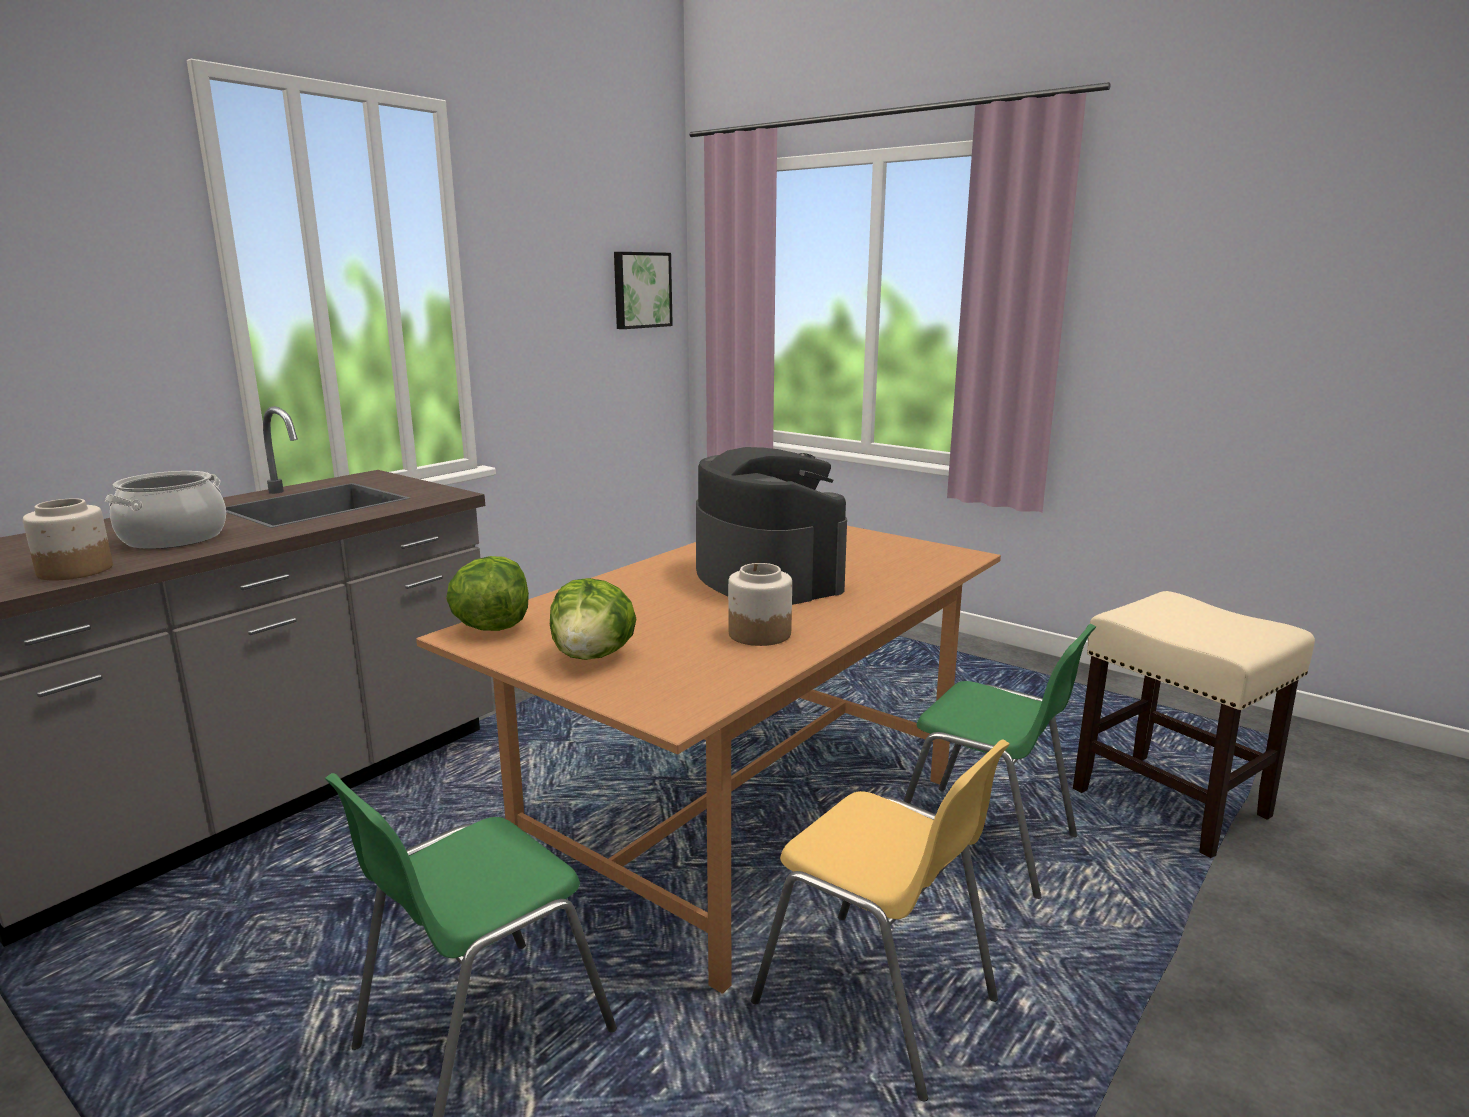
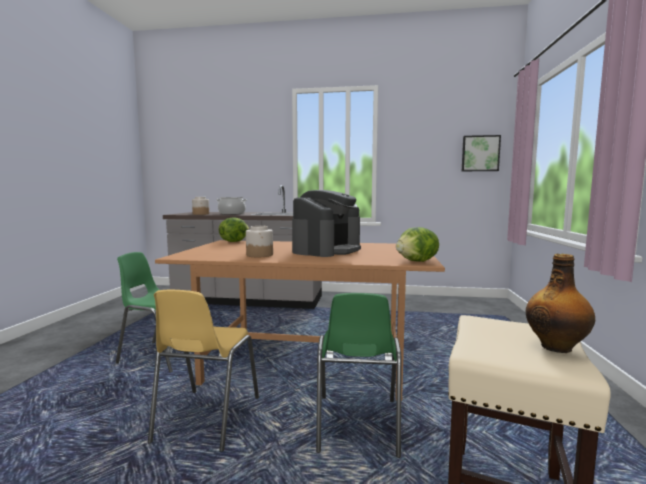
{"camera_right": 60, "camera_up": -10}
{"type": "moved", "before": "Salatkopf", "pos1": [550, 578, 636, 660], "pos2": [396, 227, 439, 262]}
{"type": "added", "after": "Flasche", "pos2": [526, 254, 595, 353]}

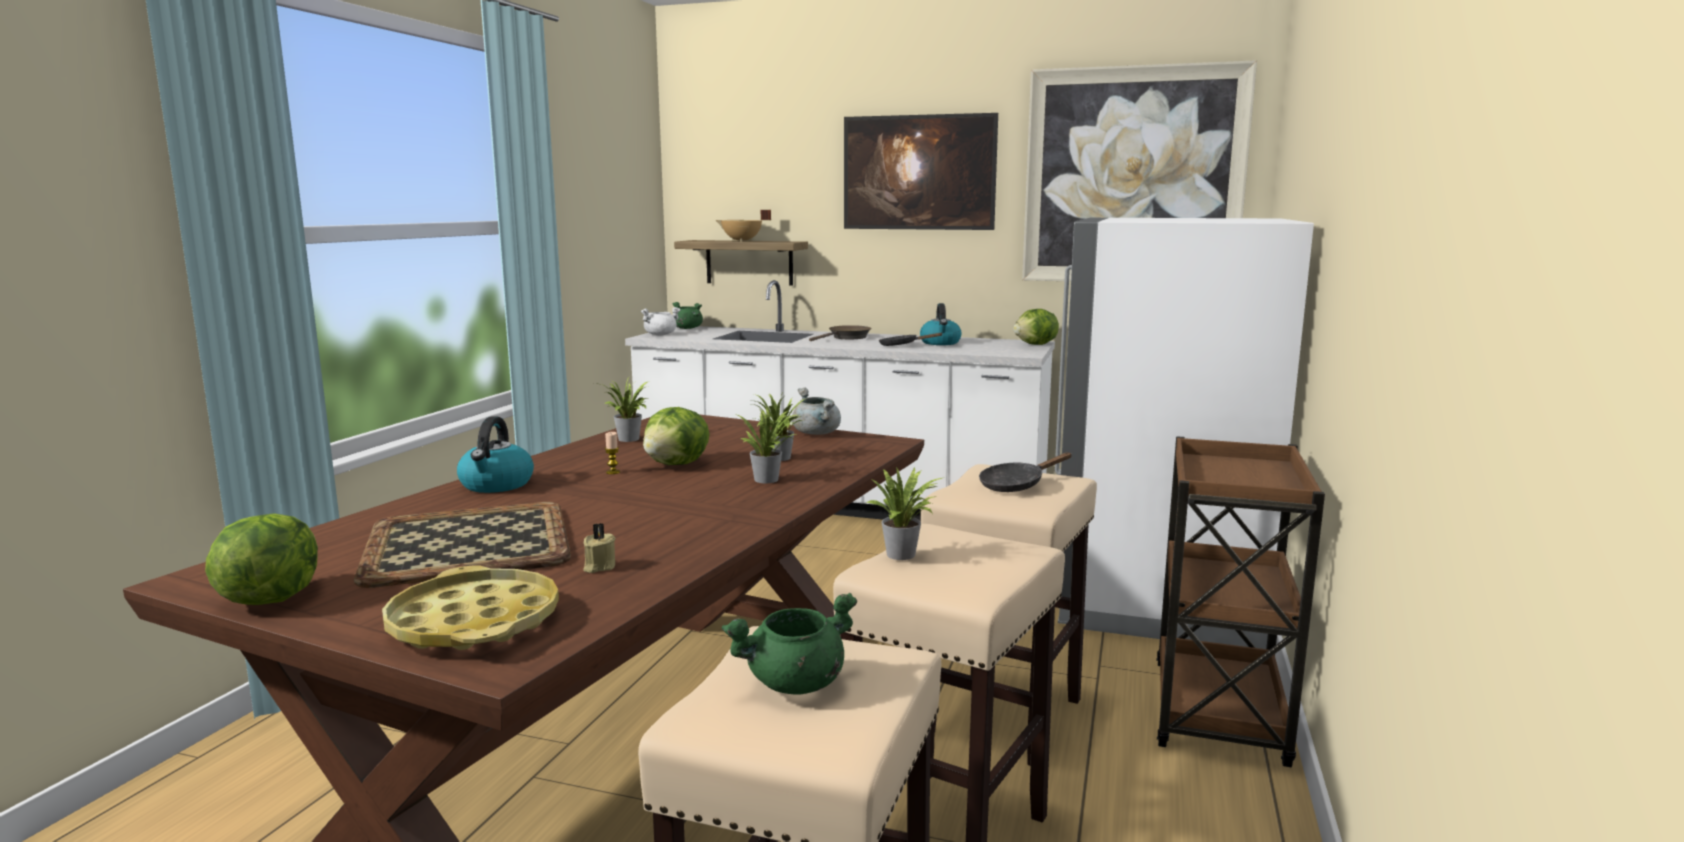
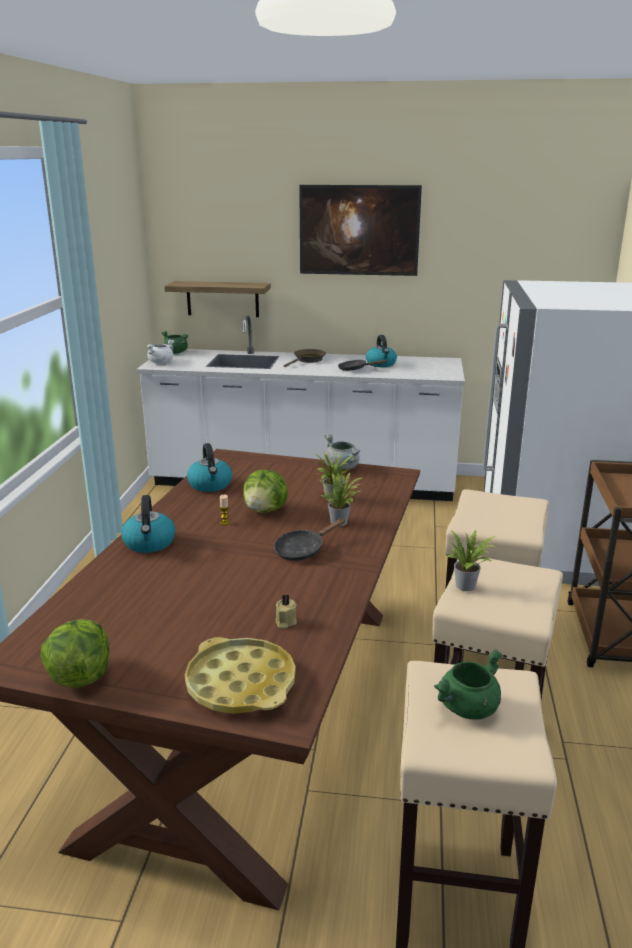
{"camera_right": -10, "camera_up": 10}
{"type": "replaced", "before": "Topfpflanze", "after": "Wasserkessel", "pos1": [594, 377, 649, 442], "pos2": [187, 443, 232, 492]}
{"type": "moved", "before": "Pfanne/schwarz", "pos1": [979, 452, 1072, 492], "pos2": [274, 518, 345, 561]}
{"type": "removed", "before": "Tablett", "pos1": [354, 502, 571, 588]}
{"type": "removed", "before": "Kochtopf/beige", "pos1": [716, 210, 771, 242]}
{"type": "removed", "before": "Salatkopf", "pos1": [1013, 309, 1059, 345]}
{"type": "removed", "before": "Bild", "pos1": [1022, 60, 1257, 281]}

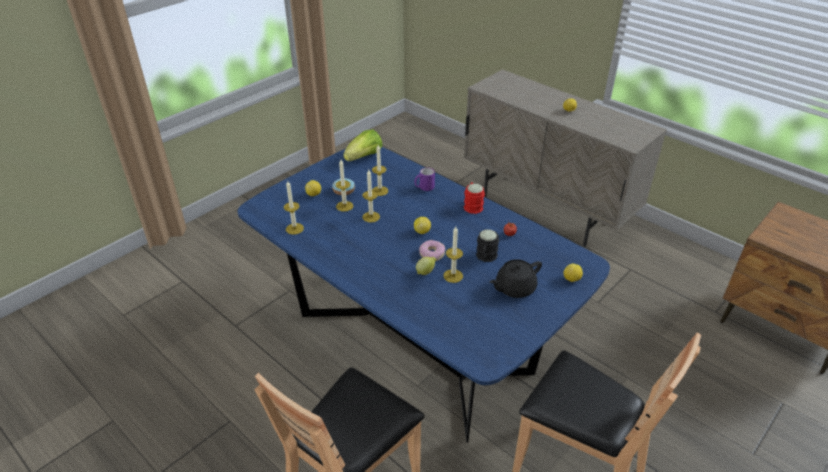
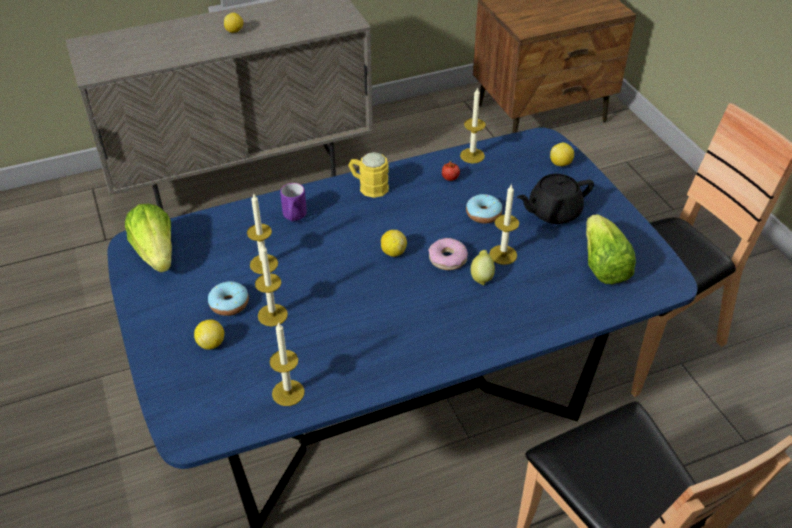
{"camera_right": -65, "camera_up": 5}
{"type": "recoloured", "before": "Henkelbecher/rot", "after": "Henkelbecher/gelb", "pos1": [464, 183, 485, 214], "pos2": [348, 152, 389, 198]}
{"type": "moved", "before": "Kerze", "pos1": [362, 170, 380, 223], "pos2": [460, 87, 486, 163]}
{"type": "replaced", "before": "Henkelbecher/schwarz", "after": "Donut", "pos1": [476, 230, 499, 262], "pos2": [466, 194, 502, 224]}
{"type": "turned", "before": "Teekanne/schwarz", "pos1": [490, 259, 542, 298], "pos2": [517, 174, 594, 224], "turn": 75}
{"type": "added", "after": "Salatkopf", "pos2": [586, 214, 636, 284]}

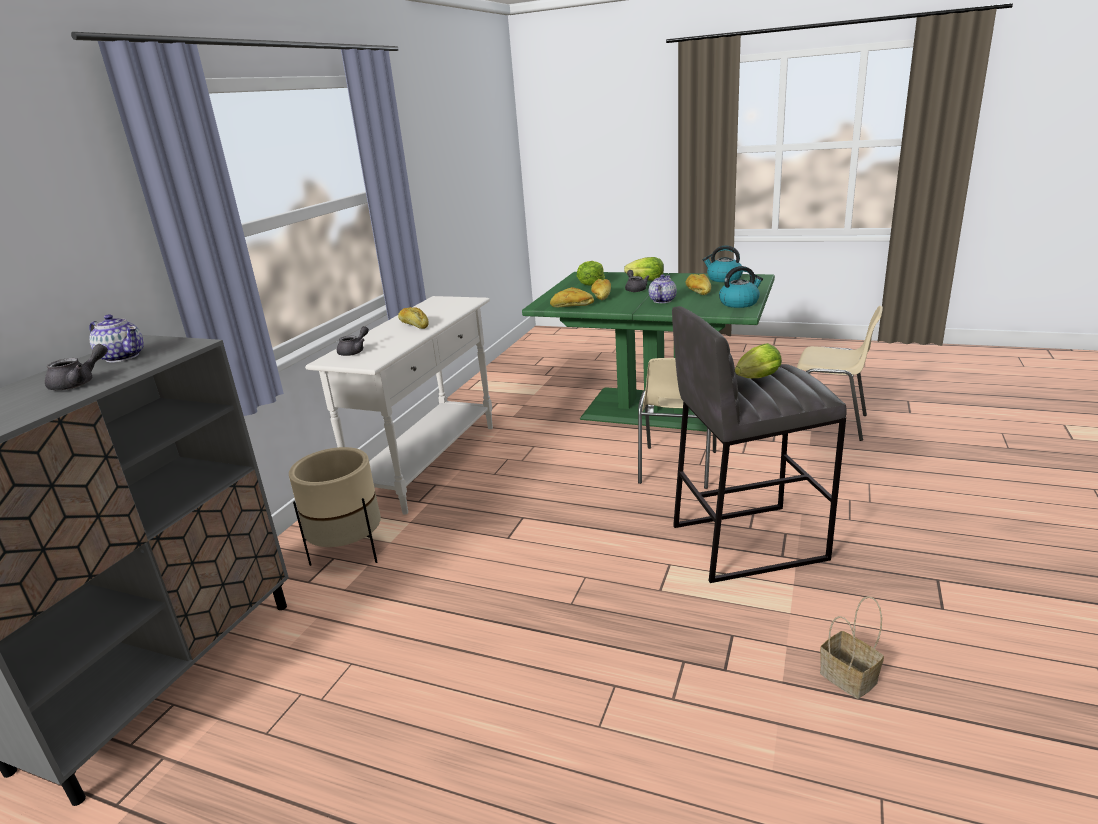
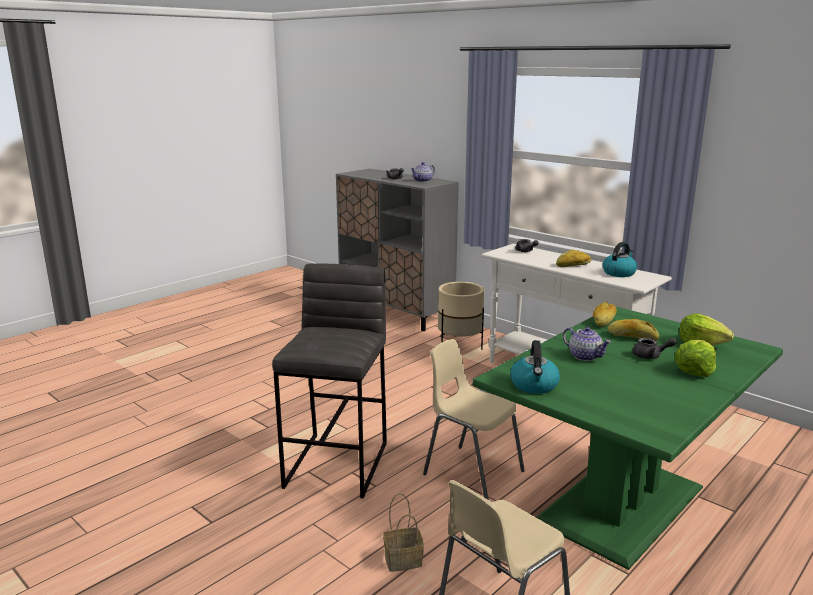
{"camera_right": 110, "camera_up": -5}
{"type": "moved", "before": "Korb", "pos1": [820, 596, 884, 699], "pos2": [383, 494, 424, 572]}
{"type": "moved", "before": "Wasserkessel", "pos1": [703, 246, 743, 282], "pos2": [602, 242, 637, 277]}
{"type": "removed", "before": "Brot", "pos1": [686, 274, 711, 295]}
{"type": "removed", "before": "Salatkopf", "pos1": [735, 343, 782, 378]}

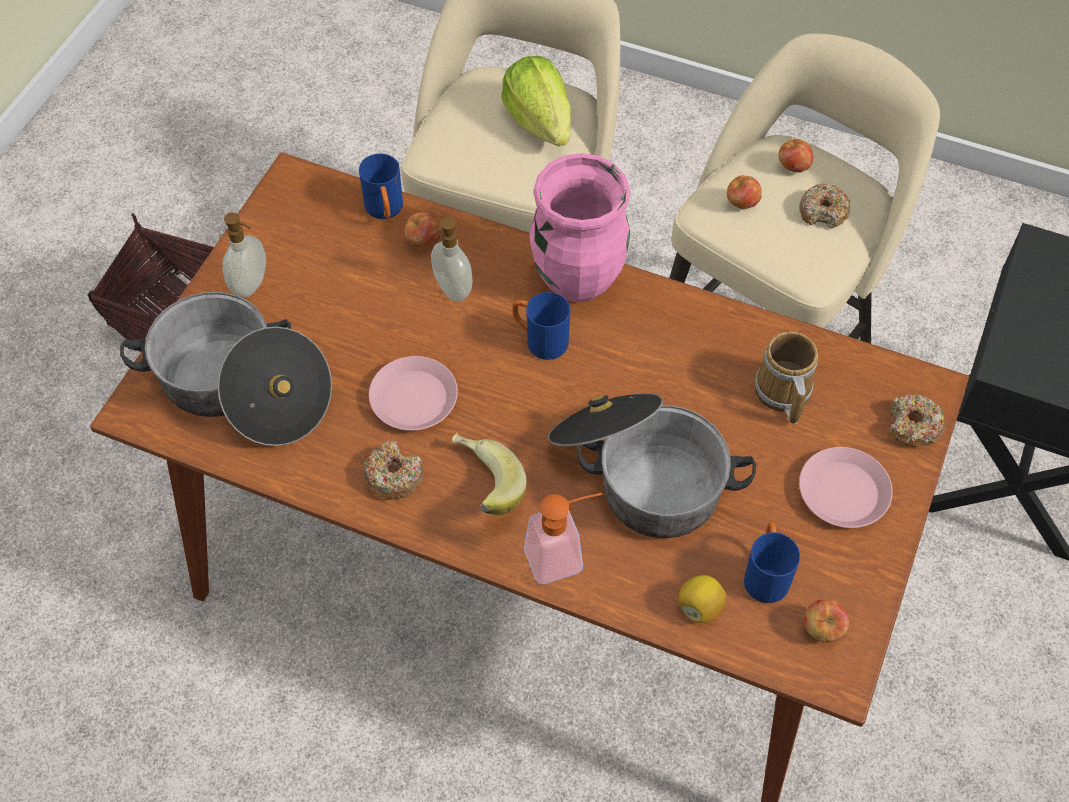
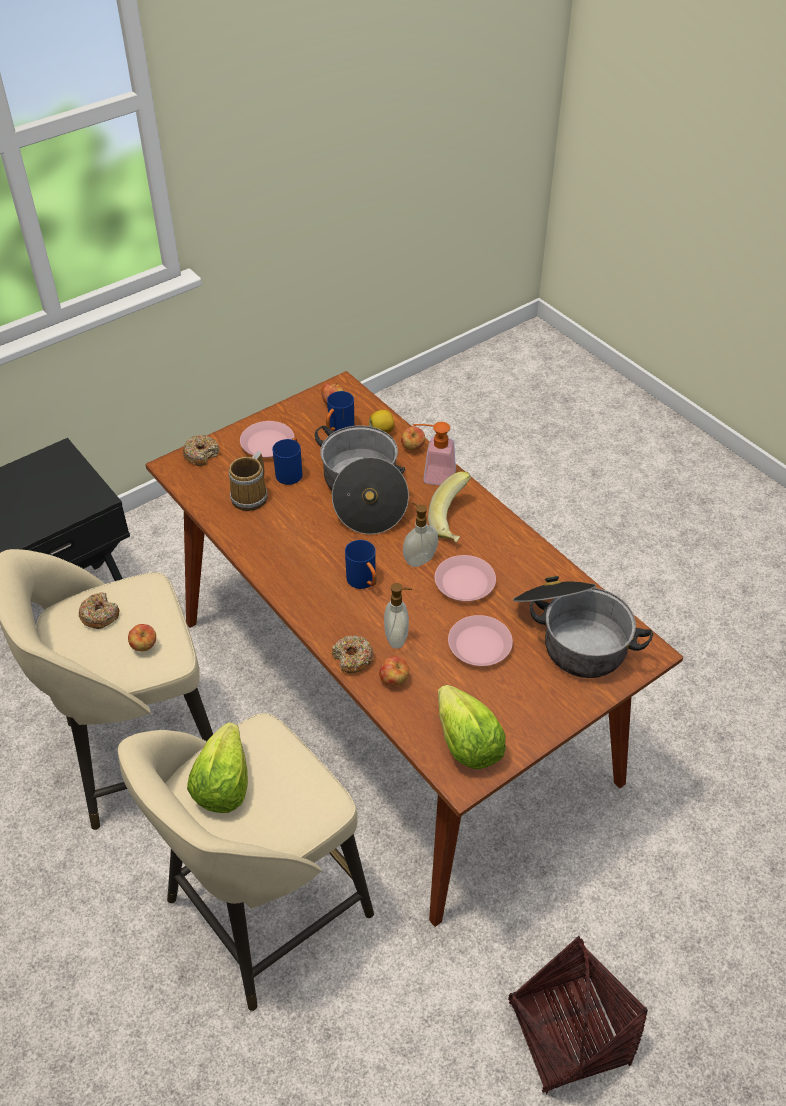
{"camera_right": -150, "camera_up": -10}
{"type": "moved", "before": "Henkelbecher/blau", "pos1": [359, 154, 403, 219], "pos2": [272, 438, 302, 485]}
{"type": "moved", "before": "Donut", "pos1": [363, 441, 423, 499], "pos2": [332, 635, 374, 673]}
{"type": "moved", "before": "Apfel", "pos1": [778, 138, 813, 172], "pos2": [401, 426, 425, 451]}
{"type": "moved", "before": "Seifenspender", "pos1": [222, 212, 266, 297], "pos2": [403, 502, 438, 567]}
{"type": "added", "after": "Salatkopf", "pos2": [438, 685, 506, 769]}
{"type": "added", "after": "Teller/rosa", "pos2": [448, 615, 513, 666]}
{"type": "removed", "before": "Vase/rosa", "pos1": [529, 153, 630, 302]}

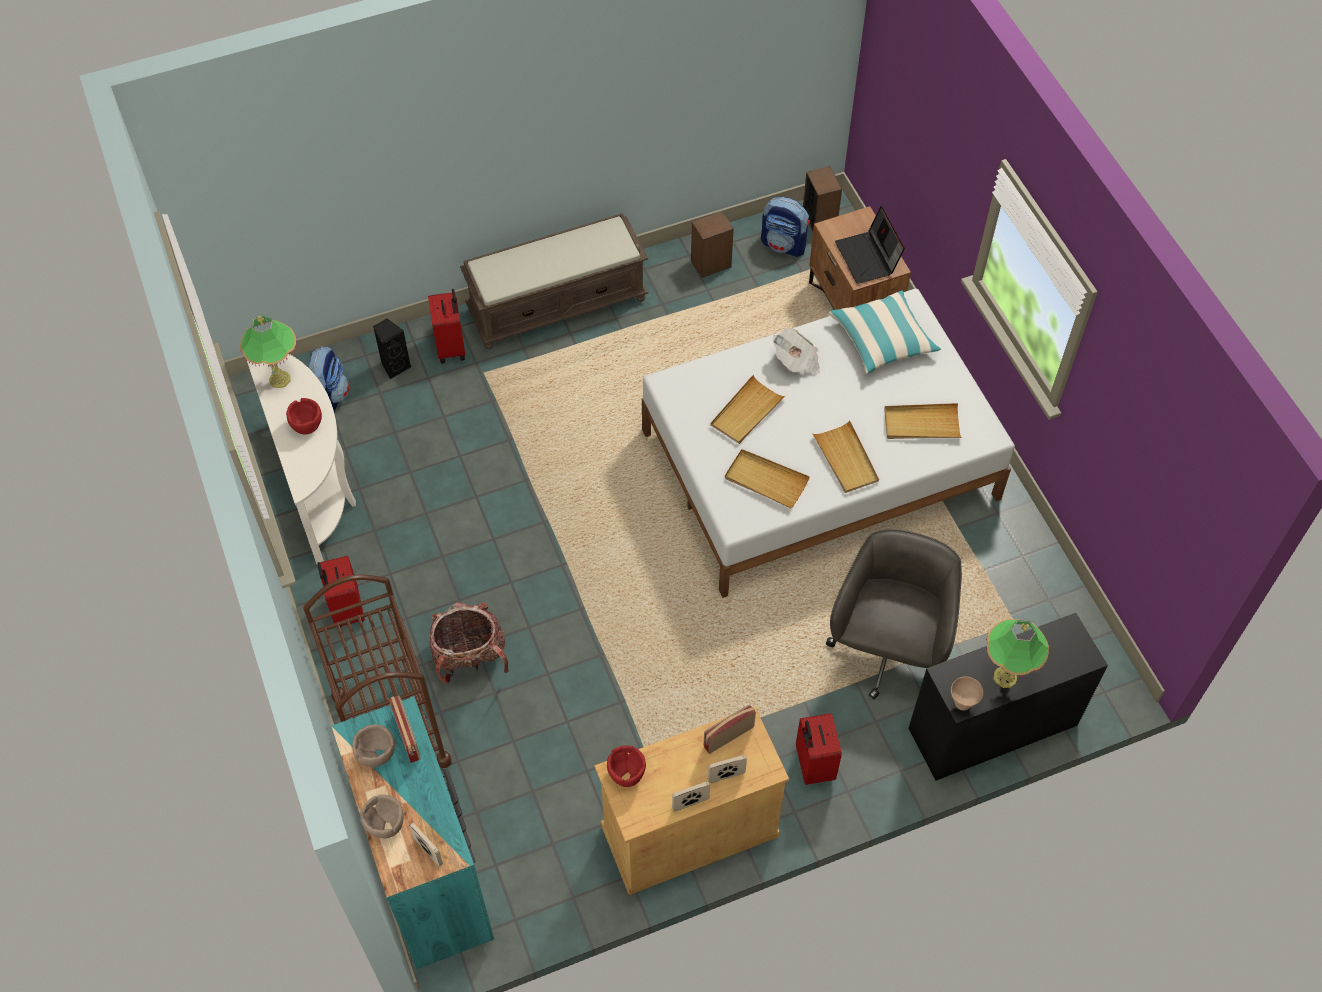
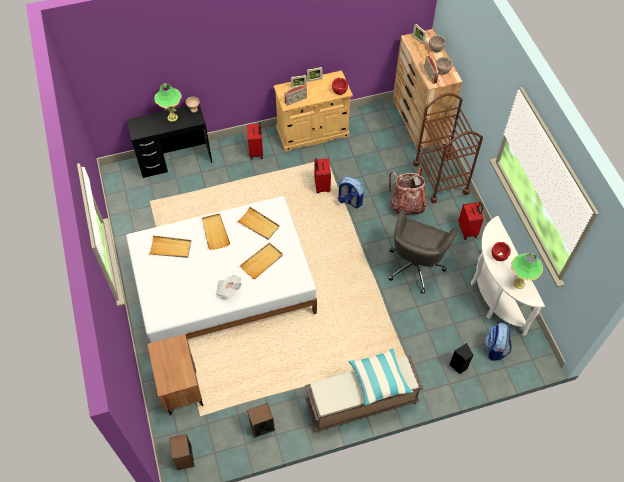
{"camera_right": -175, "camera_up": 0}
{"type": "moved", "before": "Koffer/rot", "pos1": [428, 289, 466, 364], "pos2": [314, 158, 331, 193]}
{"type": "moved", "before": "Rucksack", "pos1": [761, 197, 810, 257], "pos2": [338, 177, 364, 208]}
{"type": "moved", "before": "Kissen", "pos1": [828, 290, 941, 374], "pos2": [348, 348, 413, 405]}
{"type": "moved", "before": "Bürostuhl/grau", "pos1": [826, 529, 962, 700], "pos2": [389, 209, 458, 294]}
{"type": "recoloured", "before": "Kommode/türkis", "after": "Kommode/braun", "pos1": [331, 696, 494, 969], "pos2": [393, 29, 462, 151]}
{"type": "removed", "before": "Laptop", "pos1": [835, 206, 905, 284]}

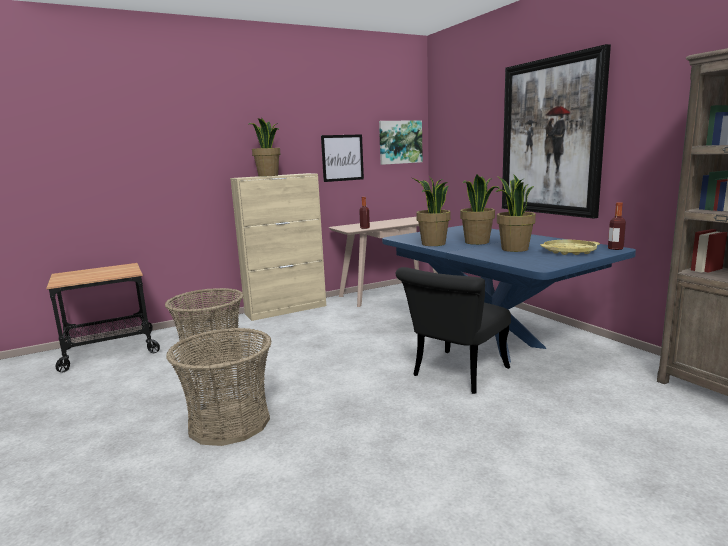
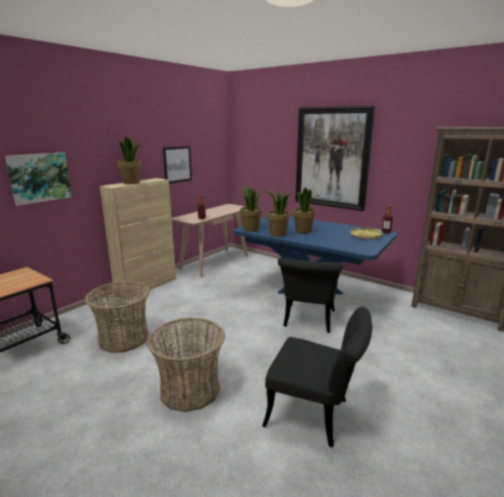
{"camera_right": -25, "camera_up": 5}
{"type": "moved", "before": "Bild", "pos1": [379, 120, 423, 165], "pos2": [5, 152, 72, 206]}
{"type": "moved", "before": "Topfpflanze", "pos1": [496, 175, 536, 252], "pos2": [238, 185, 262, 232]}
{"type": "added", "after": "Stuhl/schwarz", "pos2": [262, 307, 372, 447]}

